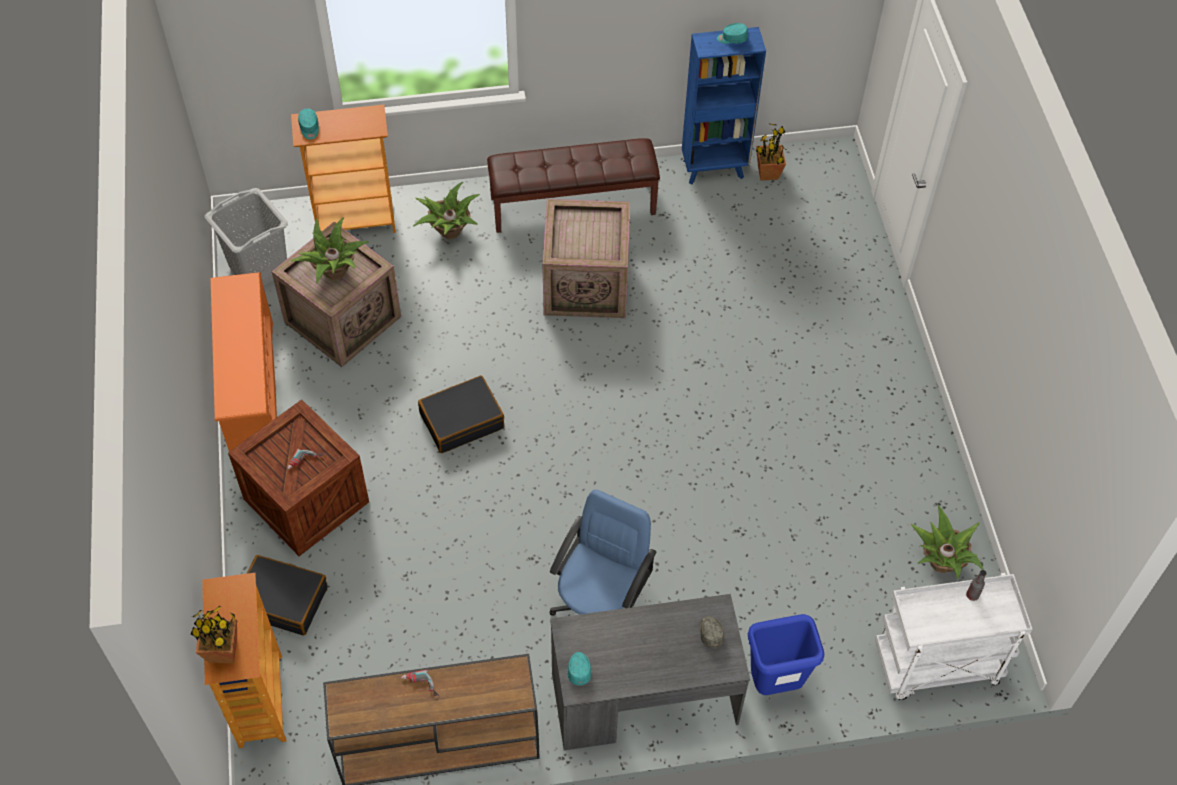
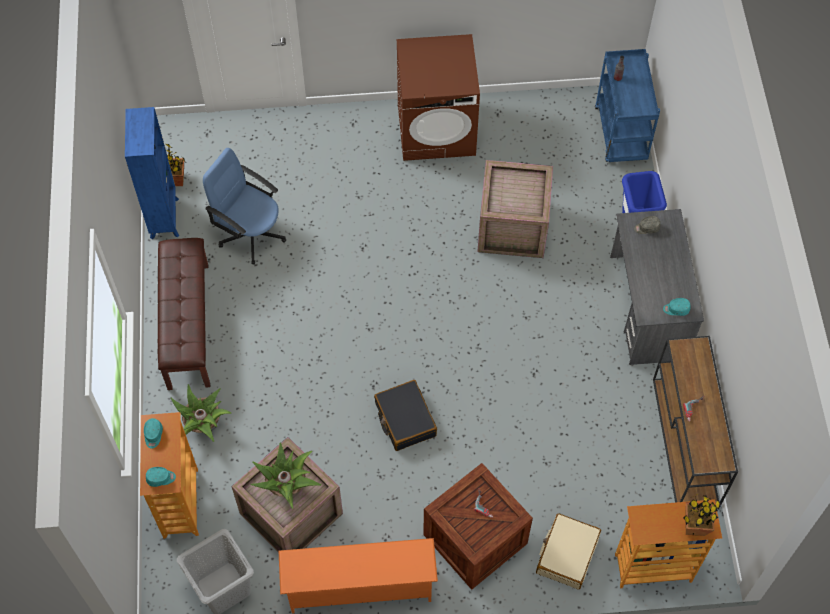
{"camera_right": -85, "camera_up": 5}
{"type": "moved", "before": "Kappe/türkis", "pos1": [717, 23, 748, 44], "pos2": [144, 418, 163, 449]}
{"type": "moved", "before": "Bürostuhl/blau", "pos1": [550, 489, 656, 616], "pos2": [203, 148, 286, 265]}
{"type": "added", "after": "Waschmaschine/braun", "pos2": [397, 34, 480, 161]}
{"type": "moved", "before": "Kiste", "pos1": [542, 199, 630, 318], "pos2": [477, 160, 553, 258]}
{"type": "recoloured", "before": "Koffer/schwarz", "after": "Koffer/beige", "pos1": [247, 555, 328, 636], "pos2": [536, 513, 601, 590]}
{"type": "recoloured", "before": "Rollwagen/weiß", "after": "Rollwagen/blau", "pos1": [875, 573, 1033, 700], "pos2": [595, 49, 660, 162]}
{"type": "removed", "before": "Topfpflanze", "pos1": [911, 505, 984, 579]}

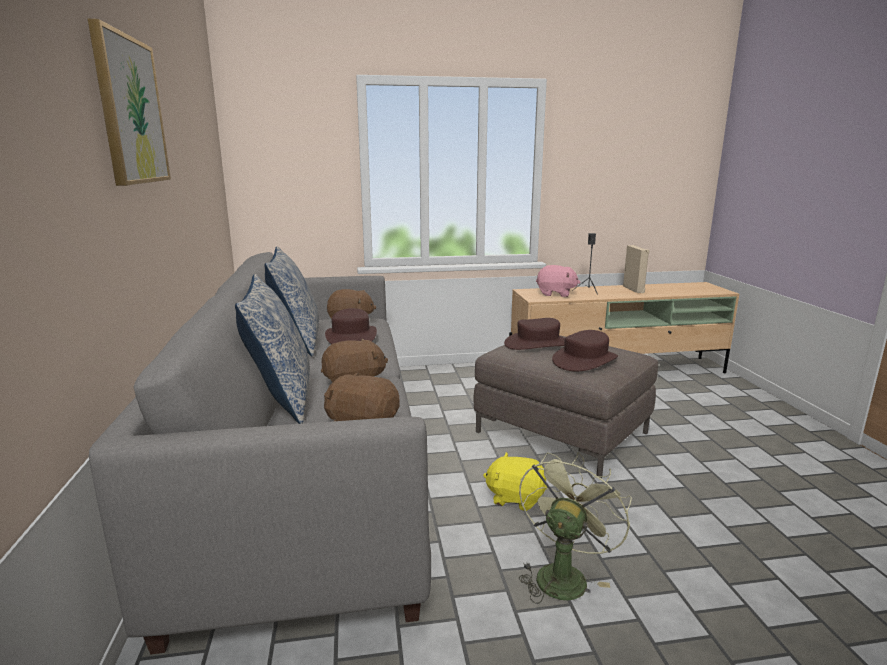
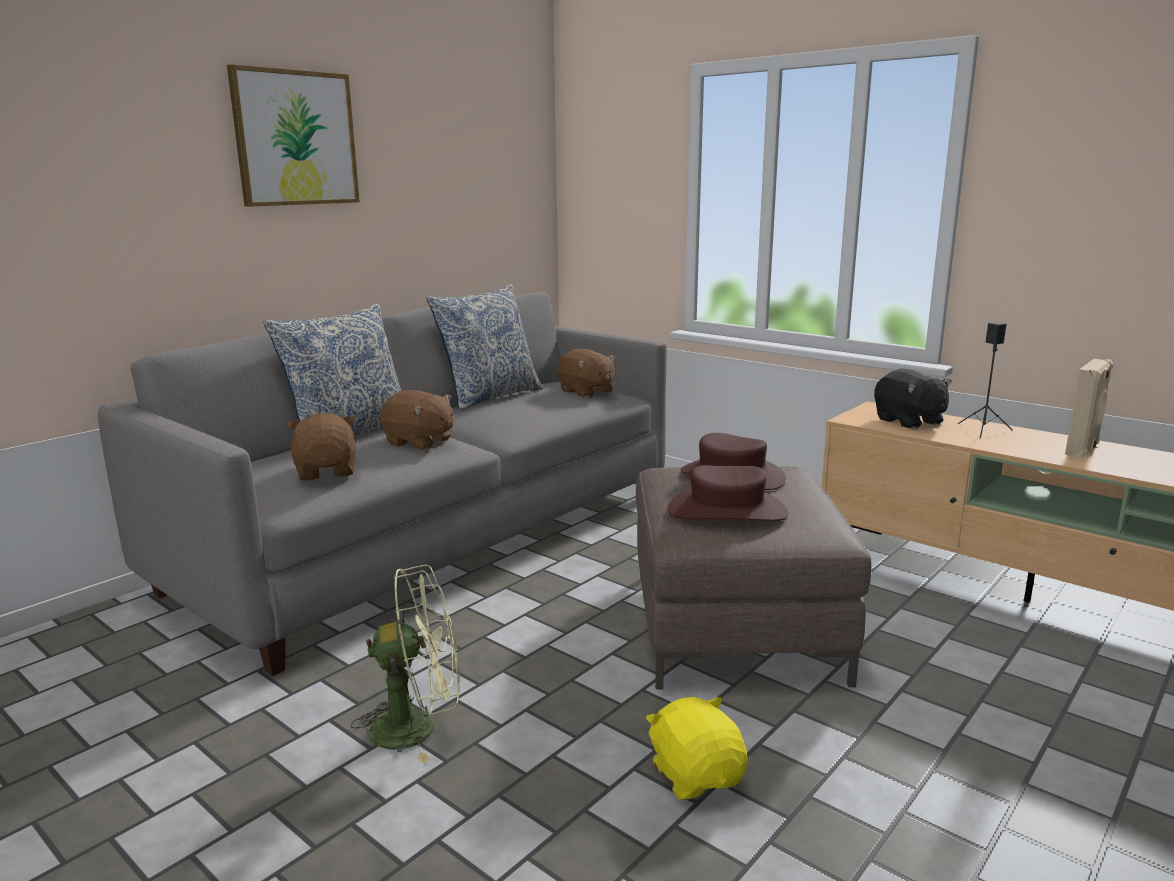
{"camera_right": 50, "camera_up": 0}
{"type": "moved", "before": "Plüschtier/gelb", "pos1": [483, 452, 547, 511], "pos2": [646, 697, 747, 799]}
{"type": "recoloured", "before": "Plüschtier/rosa", "after": "Plüschtier/schwarz", "pos1": [536, 265, 580, 297], "pos2": [874, 368, 952, 429]}
{"type": "removed", "before": "Hut/braun", "pos1": [325, 308, 377, 344]}

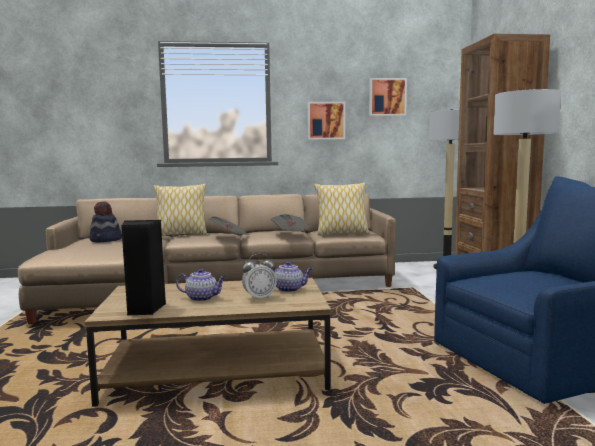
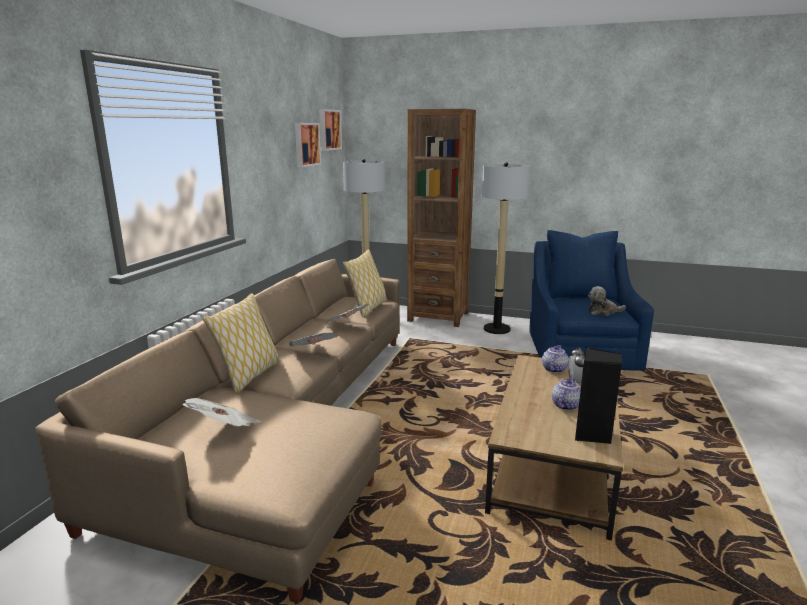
{"camera_right": -65, "camera_up": 10}
{"type": "replaced", "before": "Hut", "after": "Zeitung", "pos1": [90, 201, 122, 242], "pos2": [182, 398, 262, 426]}
{"type": "moved", "before": "Bild", "pos1": [308, 102, 345, 140], "pos2": [319, 109, 342, 151]}
{"type": "added", "after": "Plüschtier", "pos2": [588, 286, 626, 316]}

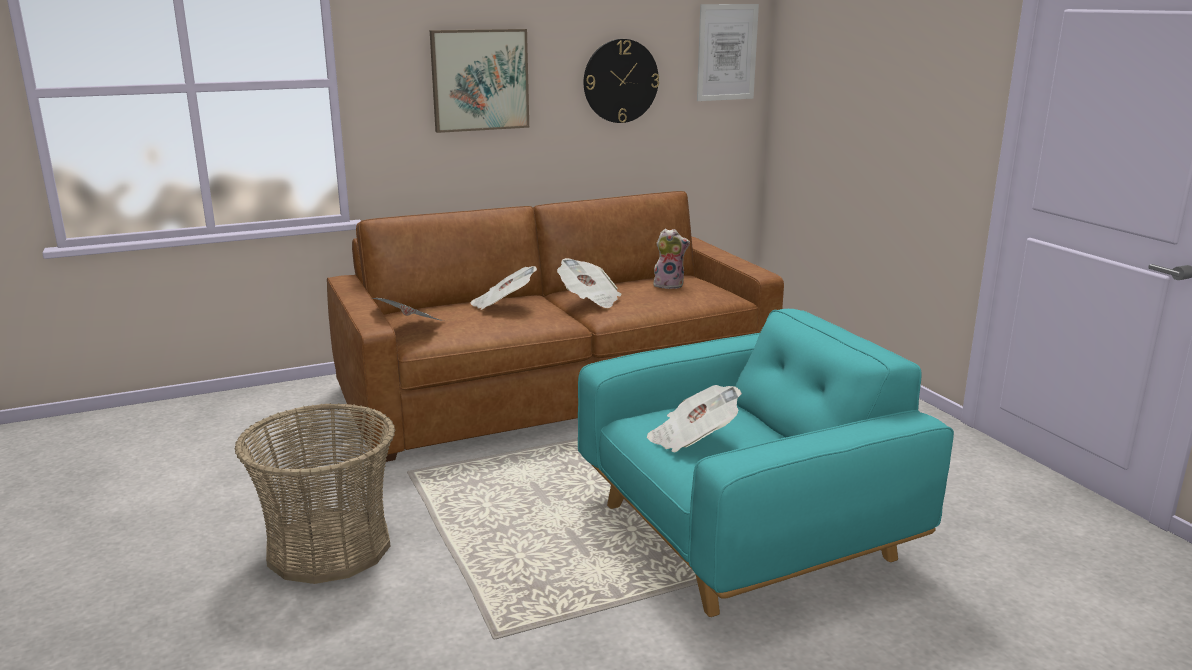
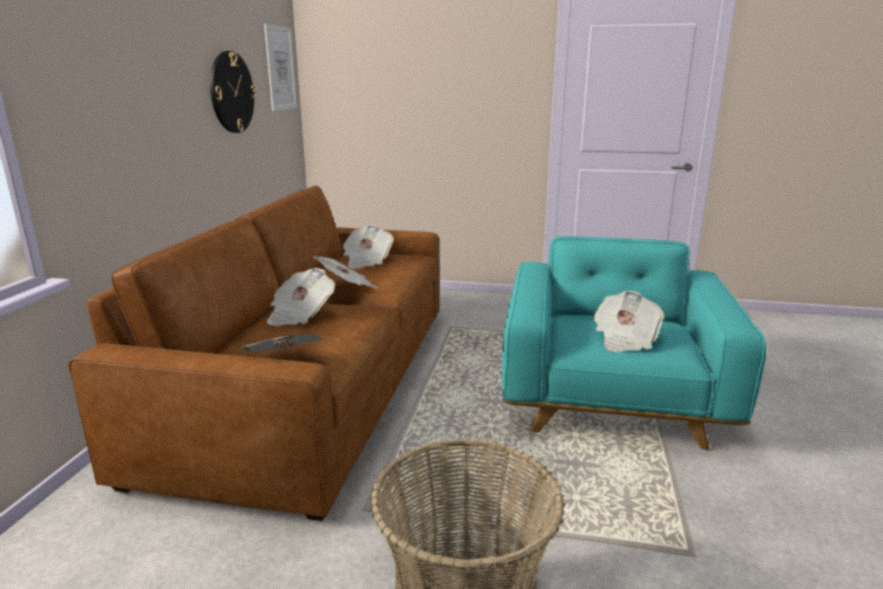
{"camera_right": -55, "camera_up": 0}
{"type": "replaced", "before": "Plüschtier", "after": "Zeitung", "pos1": [653, 229, 690, 289], "pos2": [343, 225, 394, 268]}
{"type": "removed", "before": "Bild", "pos1": [430, 29, 529, 133]}

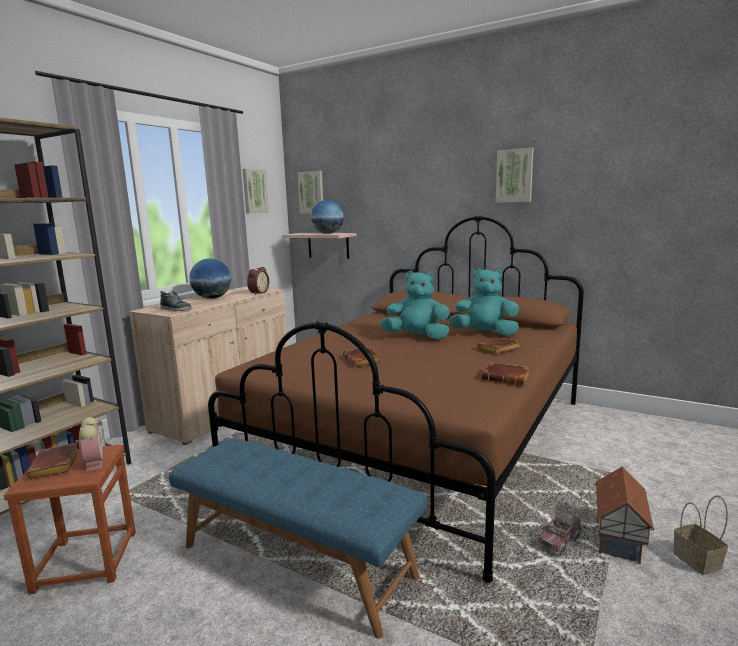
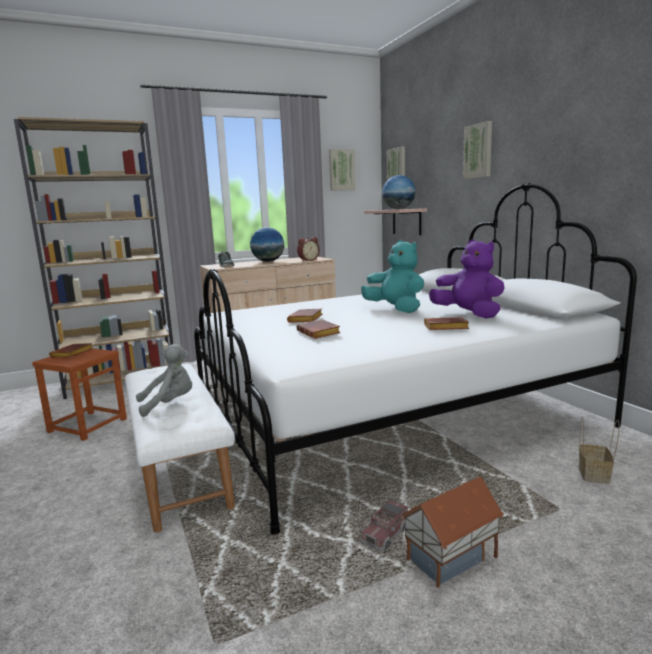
{"camera_right": 35, "camera_up": 0}
{"type": "recoloured", "before": "Bank/blau", "after": "Bank/weiß", "pos1": [169, 438, 427, 639], "pos2": [125, 364, 235, 532]}
{"type": "added", "after": "Plüschtier/grau", "pos2": [136, 344, 192, 417]}
{"type": "recoloured", "before": "Bett/braun", "after": "Bett/weiß", "pos1": [208, 216, 584, 583], "pos2": [194, 183, 637, 535]}
{"type": "moved", "before": "Buch/braun", "pos1": [482, 363, 530, 385], "pos2": [297, 319, 341, 339]}
{"type": "turned", "before": "Spielzeuglaster", "pos1": [536, 511, 583, 556], "pos2": [360, 499, 408, 552], "turn": -45}
{"type": "recoloured", "before": "Plüschtier/türkis", "after": "Plüschtier/lila", "pos1": [449, 268, 519, 336], "pos2": [429, 239, 505, 318]}
{"type": "moved", "before": "Bild", "pos1": [496, 148, 533, 203], "pos2": [463, 121, 492, 179]}
{"type": "moved", "before": "Korb", "pos1": [673, 495, 728, 575], "pos2": [579, 417, 619, 484]}
{"type": "removed", "before": "Wecker", "pos1": [76, 417, 103, 472]}

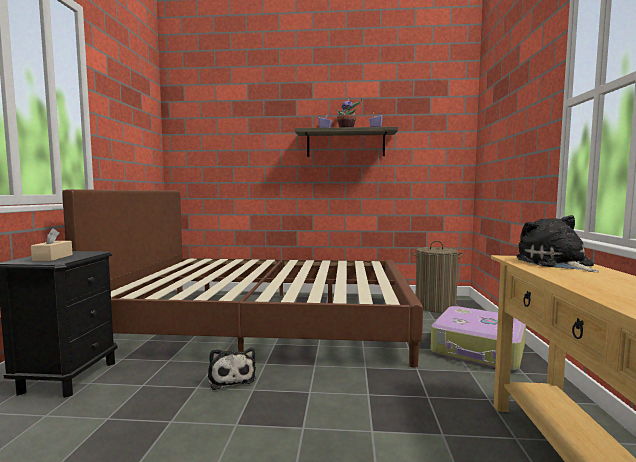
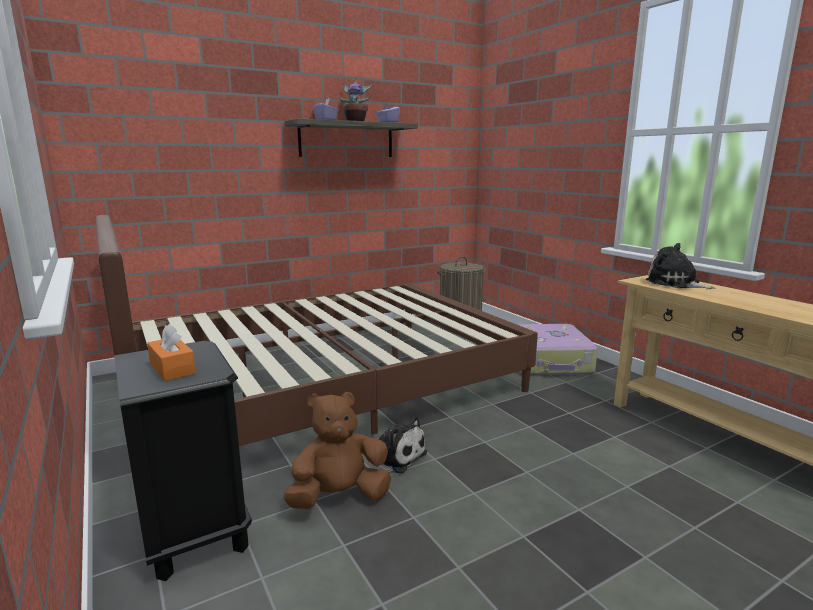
{"camera_right": -35, "camera_up": 10}
{"type": "recoloured", "before": "Taschentuchbox/beige", "after": "Taschentuchbox/orange", "pos1": [31, 228, 73, 261], "pos2": [147, 324, 196, 381]}
{"type": "added", "after": "Plüschtier/braun", "pos2": [283, 392, 391, 509]}

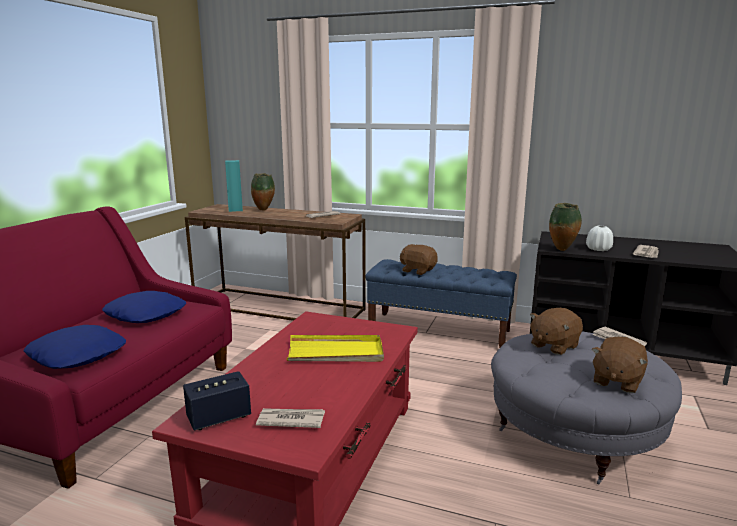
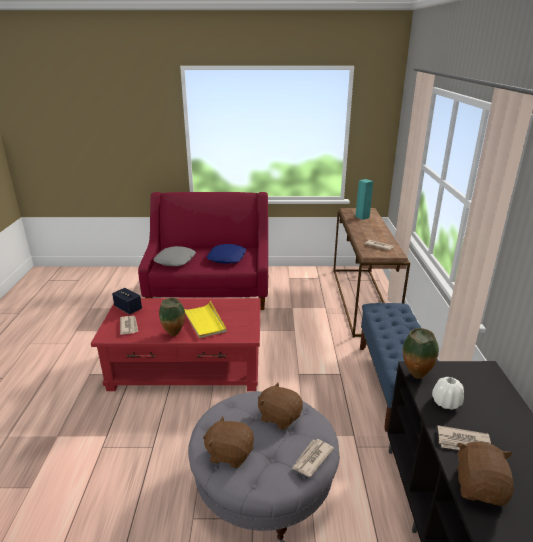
{"camera_right": 70, "camera_up": 10}
{"type": "recoloured", "before": "Kissen/blau", "after": "Kissen/grau", "pos1": [24, 325, 126, 369], "pos2": [153, 246, 196, 266]}
{"type": "moved", "before": "Vase", "pos1": [251, 173, 275, 211], "pos2": [159, 298, 185, 336]}
{"type": "moved", "before": "Plüschtier/braun", "pos1": [400, 244, 438, 275], "pos2": [457, 442, 514, 506]}

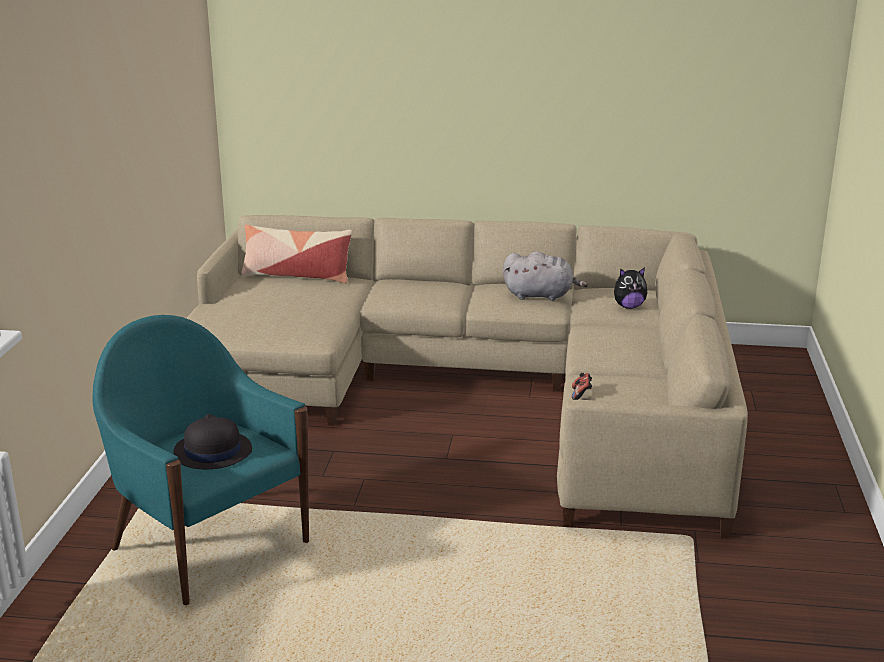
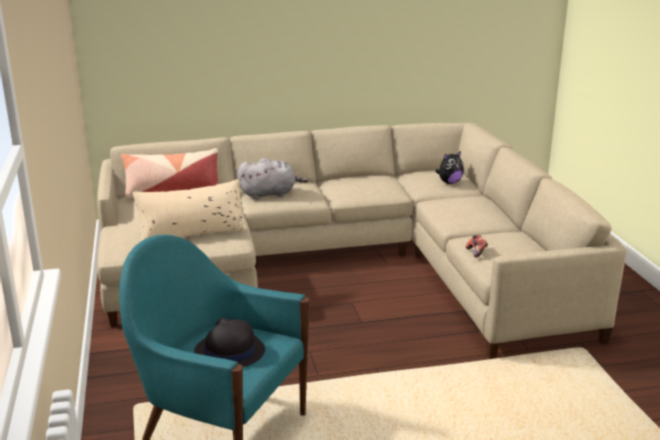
{"camera_right": -20, "camera_up": 0}
{"type": "added", "after": "Kissen/beige", "pos2": [133, 179, 248, 241]}
{"type": "moved", "before": "Plüschtier/grau", "pos1": [503, 251, 588, 301], "pos2": [237, 158, 308, 199]}

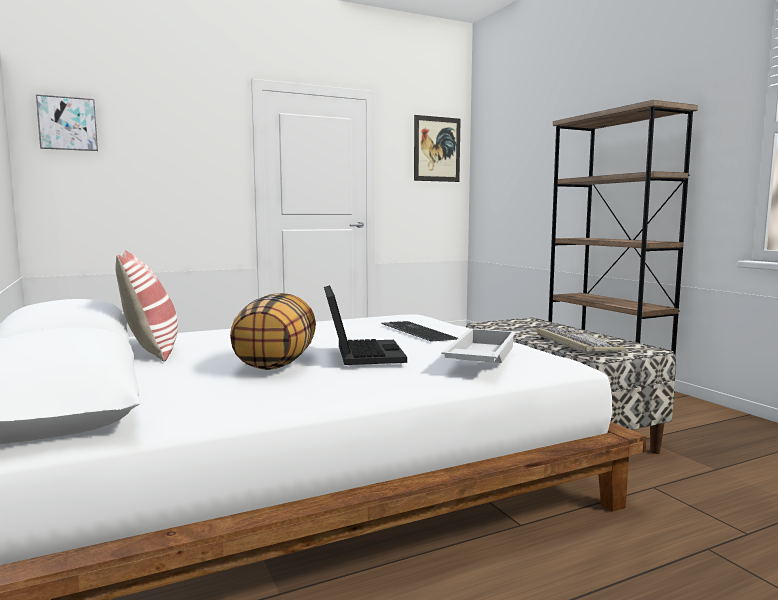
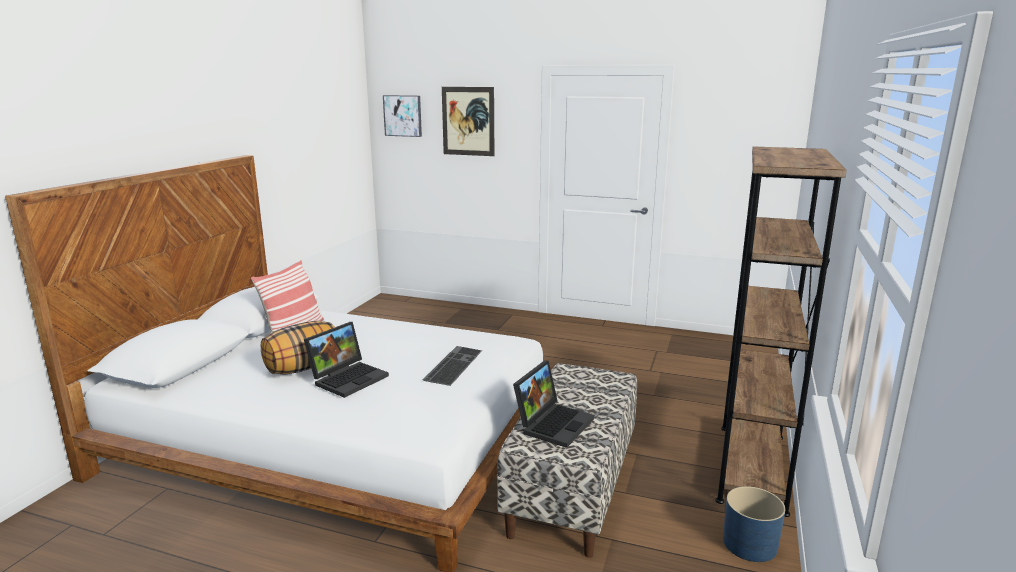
{"camera_right": 45, "camera_up": 10}
{"type": "moved", "before": "Bild", "pos1": [414, 115, 461, 182], "pos2": [442, 87, 494, 156]}
{"type": "replaced", "before": "Tastatur", "after": "Laptop", "pos1": [537, 328, 626, 354], "pos2": [513, 360, 595, 448]}
{"type": "added", "after": "Pflanzkübel/blau", "pos2": [723, 486, 785, 562]}
{"type": "removed", "before": "Tablett/weiß", "pos1": [441, 328, 516, 363]}

